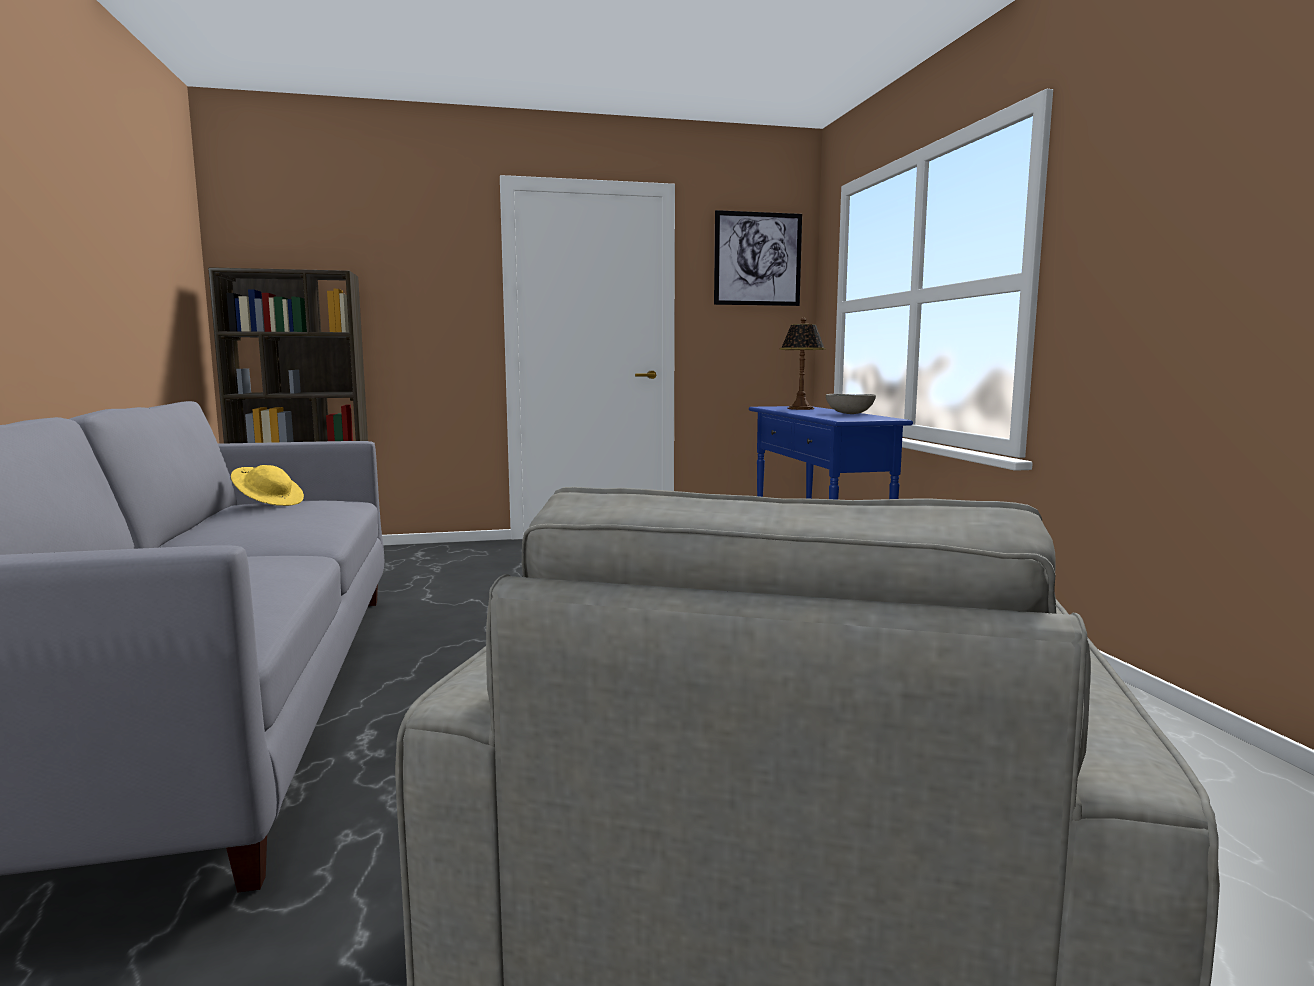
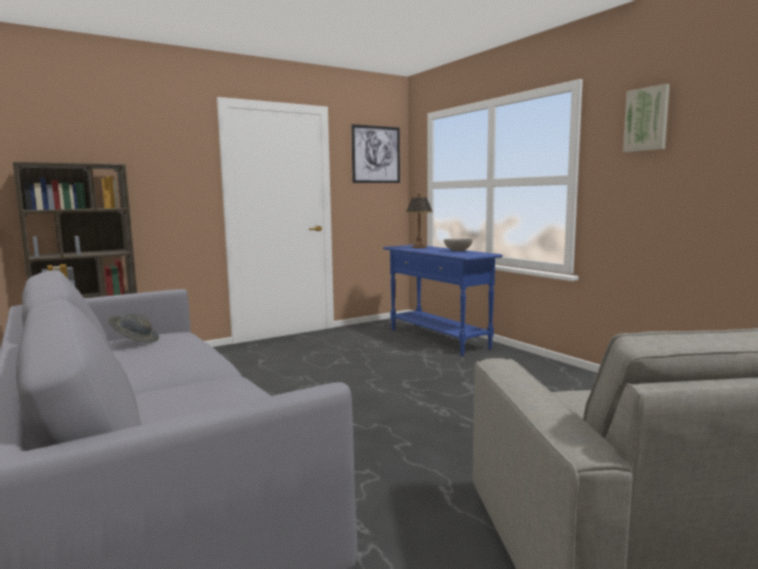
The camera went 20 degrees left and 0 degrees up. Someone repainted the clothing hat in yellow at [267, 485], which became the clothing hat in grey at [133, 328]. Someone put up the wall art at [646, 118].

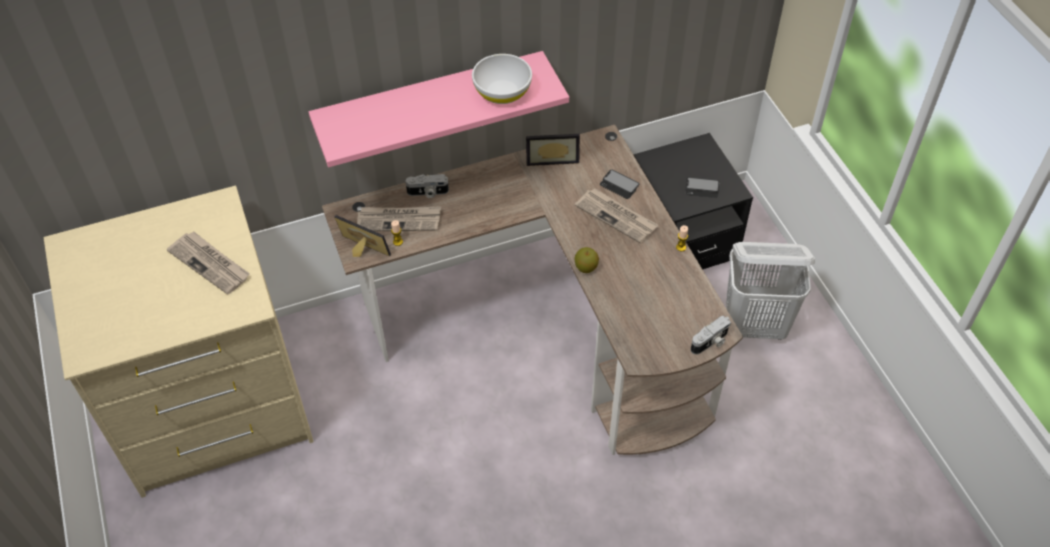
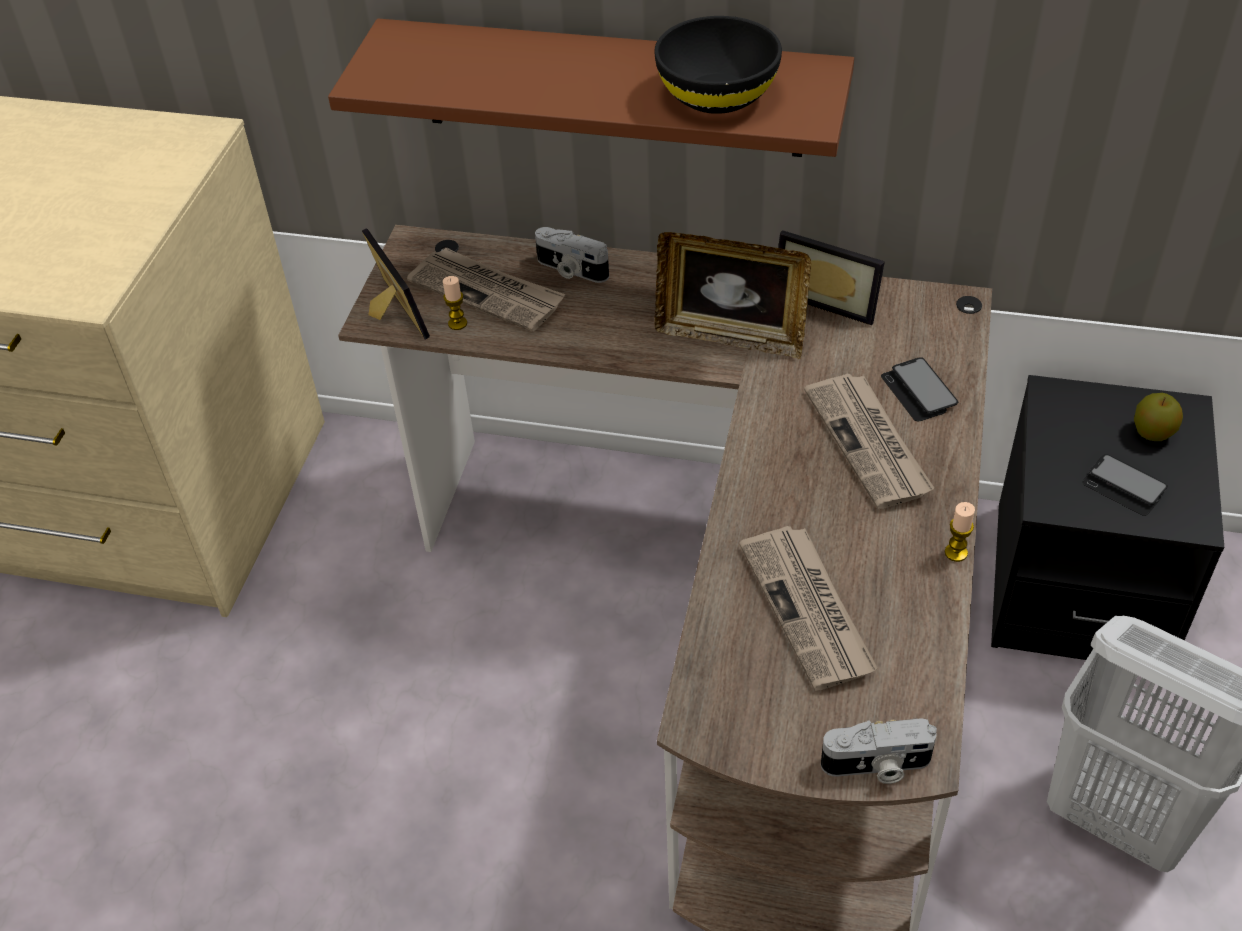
The camera went 35 degrees right and 5 degrees down. Someone repainted the shelf in pink at [439, 109], which became the shelf in brownish at [591, 88]. Someone repainted the serving bowl in white-coloured at [502, 79], which became the serving bowl in blackish at [718, 65]. Someone put down the photo frame at [732, 295]. Someone carried the printed paper from [208, 263] to [808, 608]. Someone carried the apple from [586, 260] to [1158, 417].

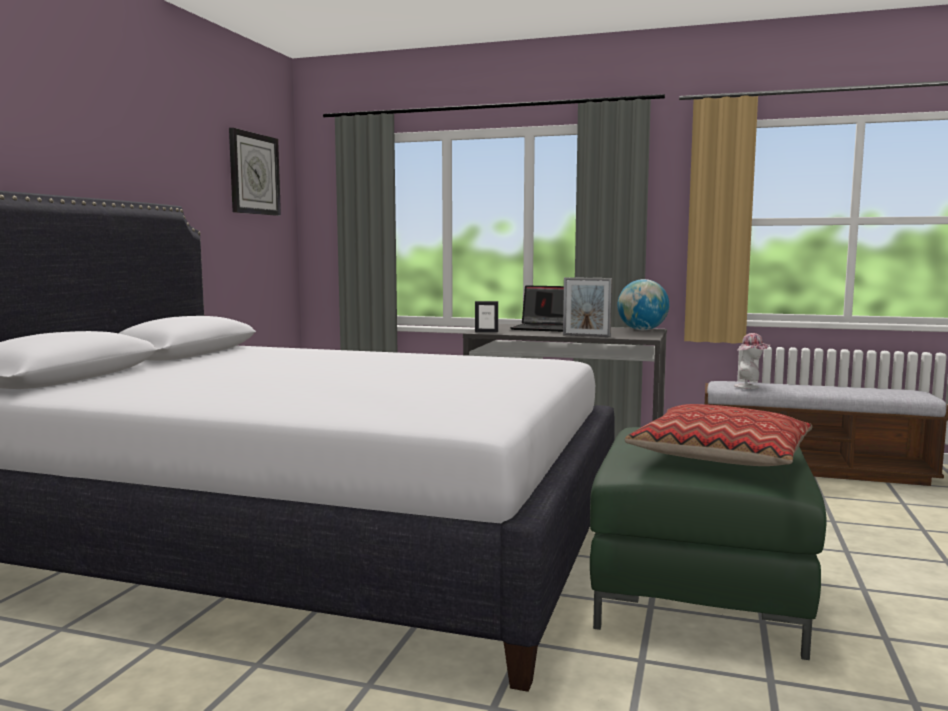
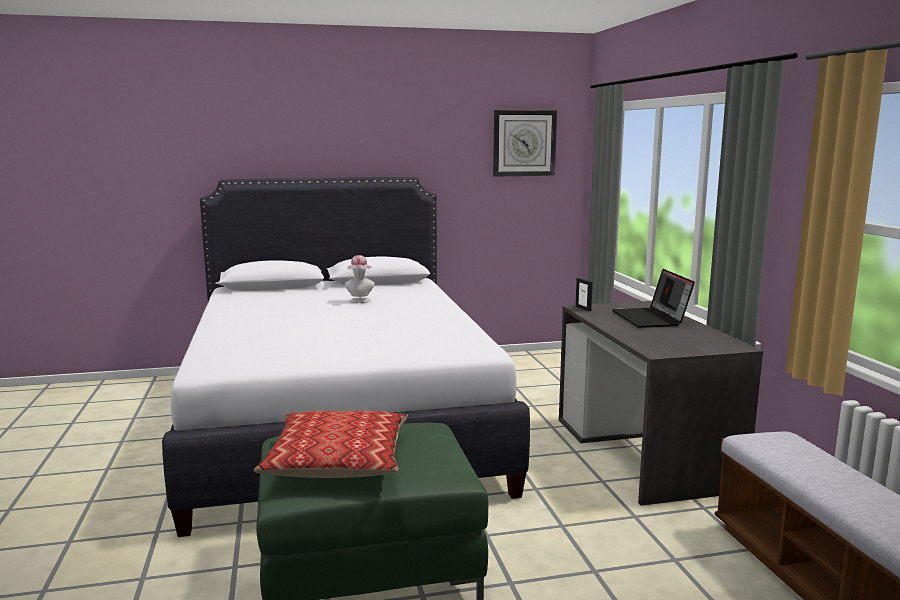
The camera went 60 degrees right and 5 degrees up. Someone carried the clothing hat from [752, 361] to [360, 279]. Someone took away the photo frame at [587, 307]. Someone took away the globe at [643, 304].

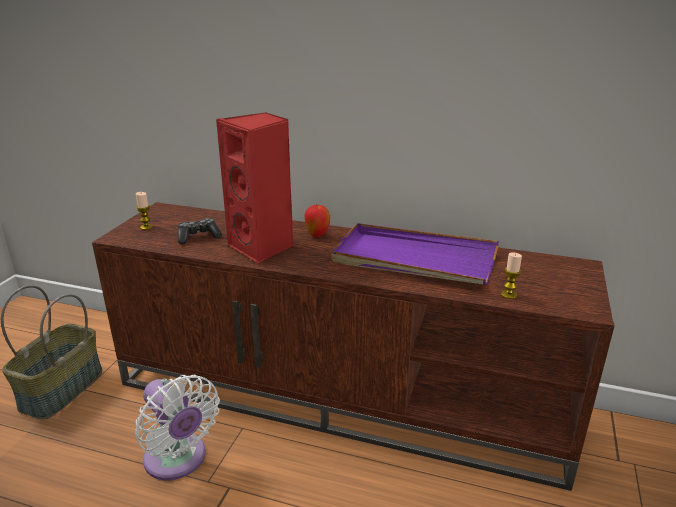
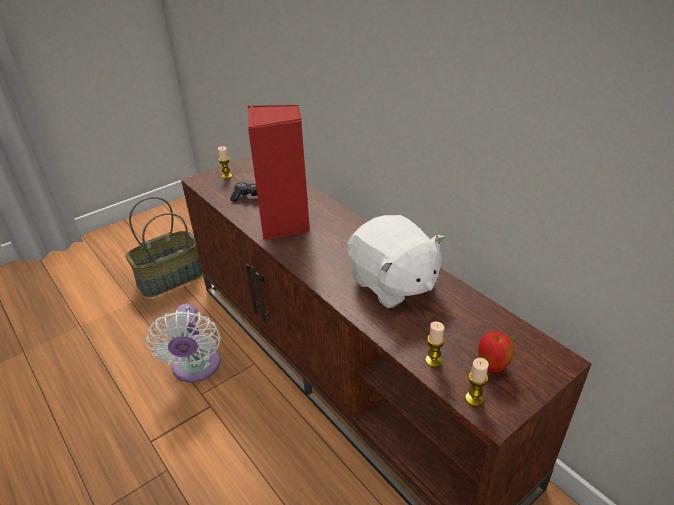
The camera went 35 degrees right and 10 degrees up. Someone swapped the serving tray in purple at [415, 254] for the plush toy in white-coloured at [396, 261]. Someone put down the wax candle at [477, 382]. Someone carried the apple from [317, 220] to [496, 352].

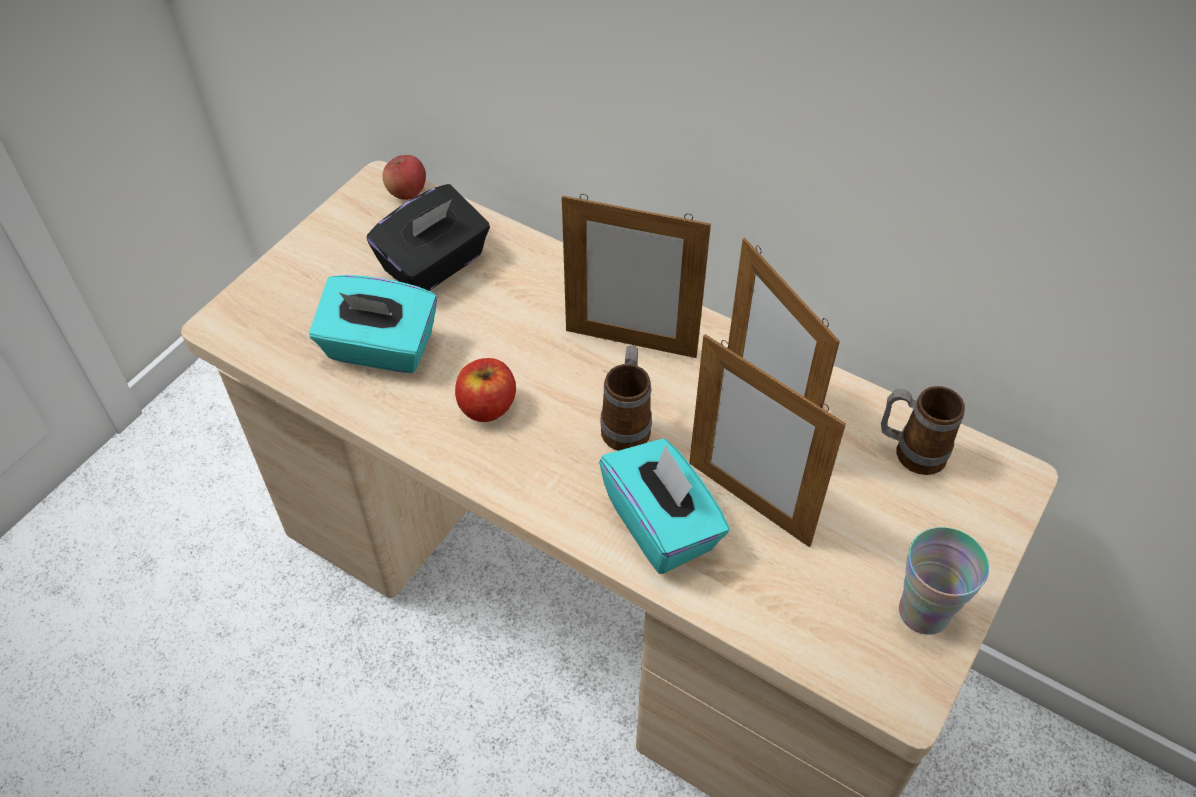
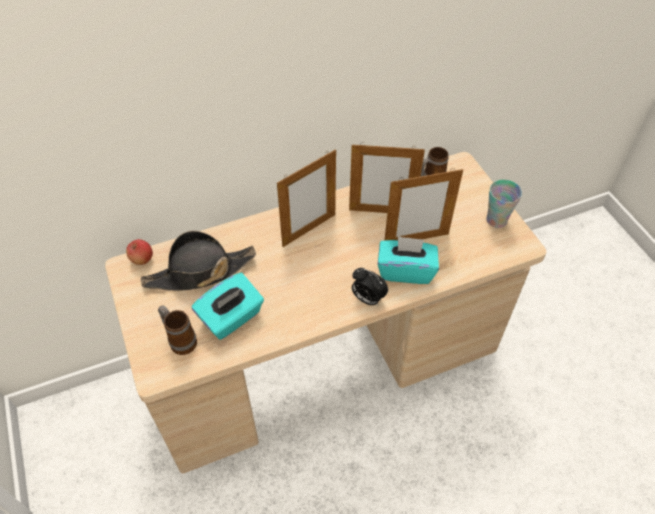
The camera went 55 degrees left and 0 degrees up. Someone swapped the tissue holder in blackish at [428, 237] for the clothing hat in blackish at [198, 261]. Someone carried the mug from [626, 398] to [177, 330]. Someone put down the table clock at [370, 287]. Someone took away the apple at [485, 390].

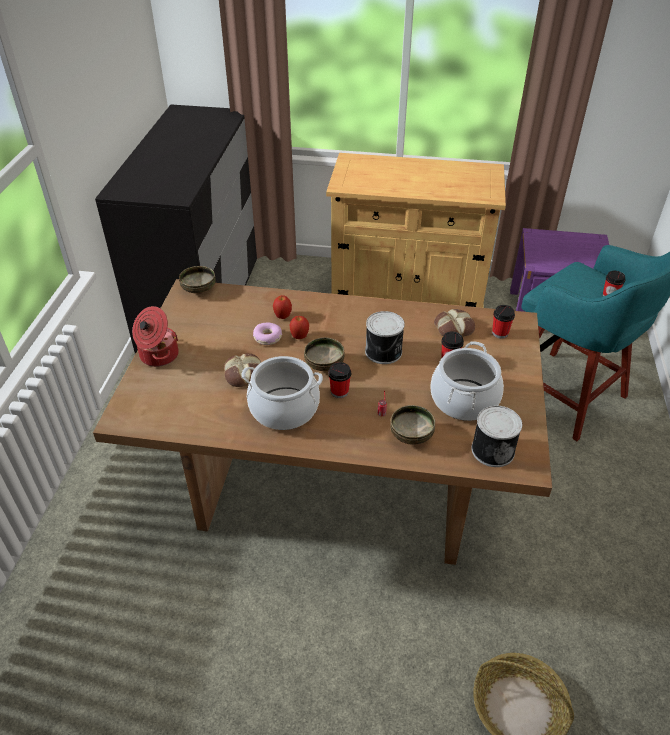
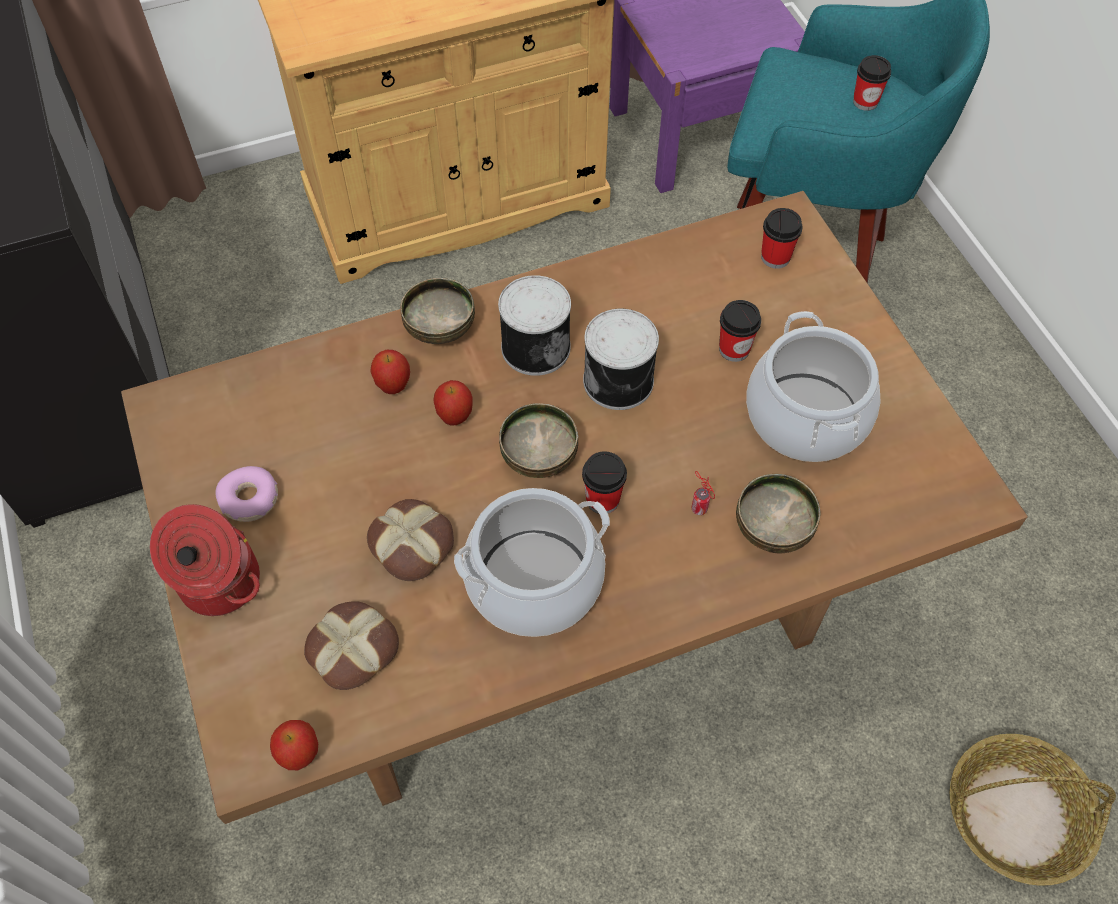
The camera went 30 degrees left and 15 degrees up. Someone carried the ring doughnut from [267, 334] to [246, 494]. Someone put down the apple at [294, 745]. Someone carried the bakery bread from [454, 323] to [351, 646]. Someone carried the serving bowl from [197, 280] to [437, 311]. Someone carried the sealed can from [497, 436] to [534, 325].

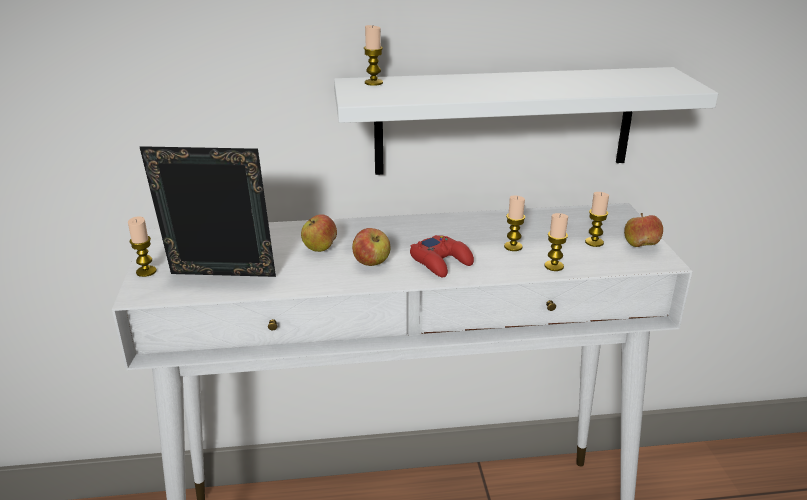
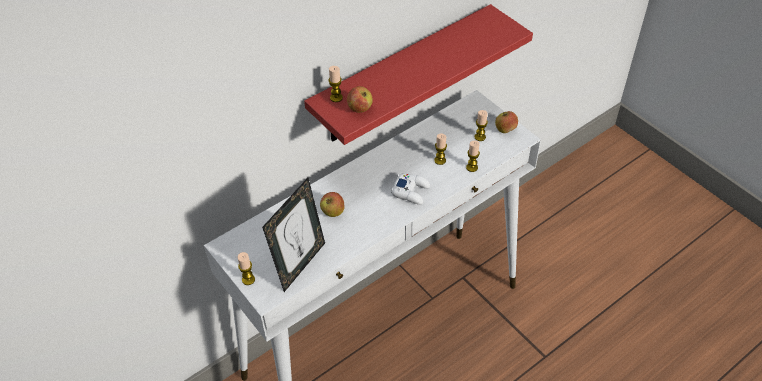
The camera went 30 degrees left and 20 degrees up. Someone rotated the photo frame at [207, 211] by 150 degrees clockwise. Someone repainted the shelf in white-coloured at [526, 121], which became the shelf in red at [418, 74]. Someone carried the apple from [371, 247] to [360, 99]. Someone repainted the game controller in red at [442, 256], which became the game controller in white-coloured at [410, 189].

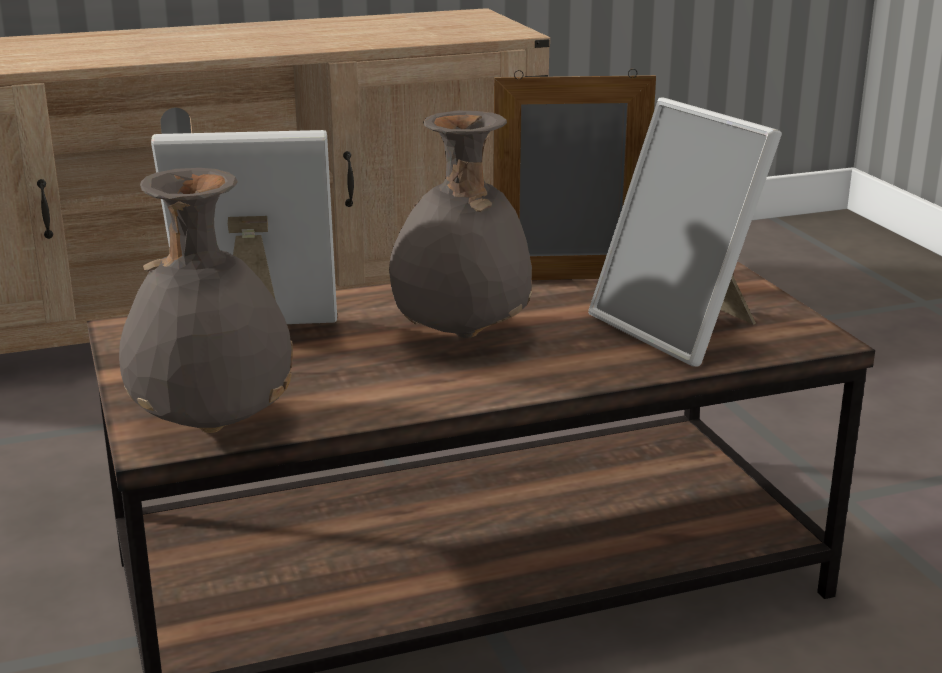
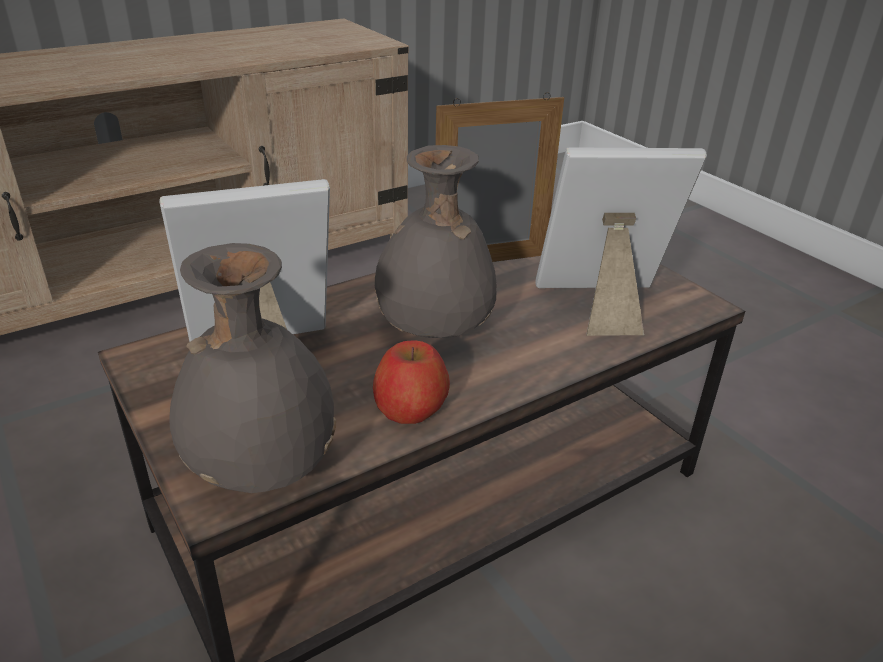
The camera went 15 degrees left and 10 degrees up. Someone put down the apple at [411, 382]. Someone rotated the photo frame at [685, 232] by 135 degrees clockwise.

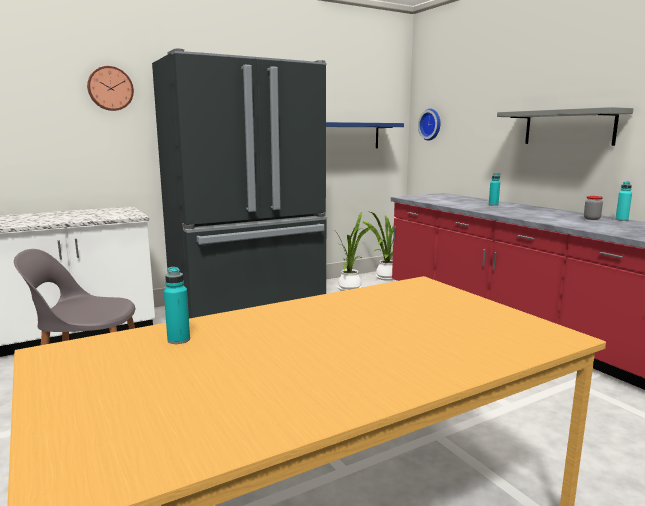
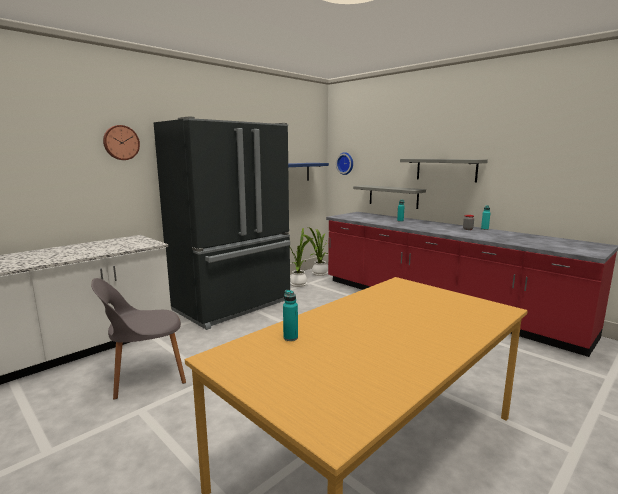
The camera went 15 degrees left and 0 degrees up. Someone put up the shelf in grey at [389, 197].

